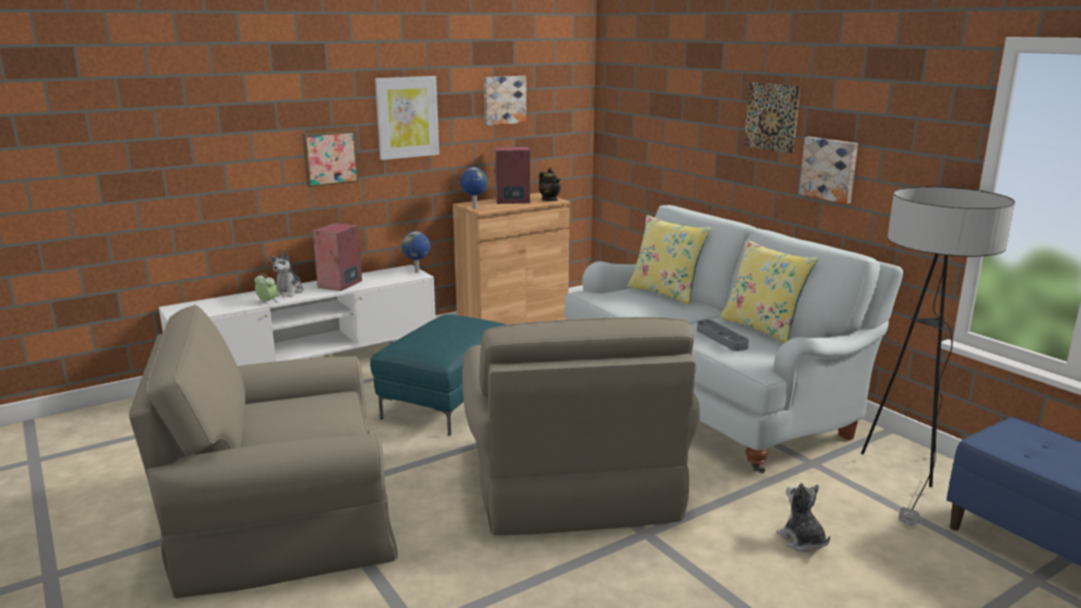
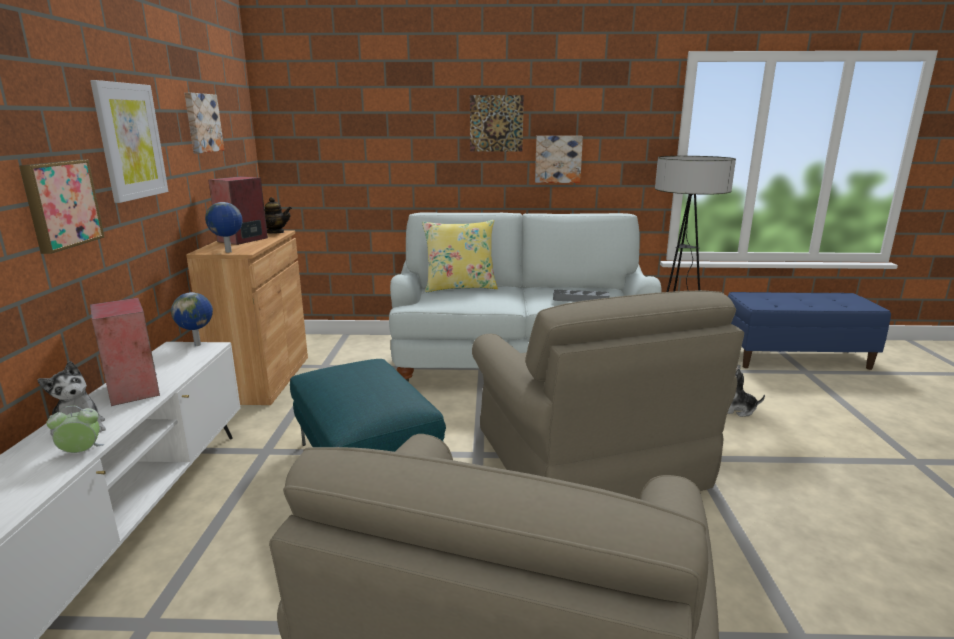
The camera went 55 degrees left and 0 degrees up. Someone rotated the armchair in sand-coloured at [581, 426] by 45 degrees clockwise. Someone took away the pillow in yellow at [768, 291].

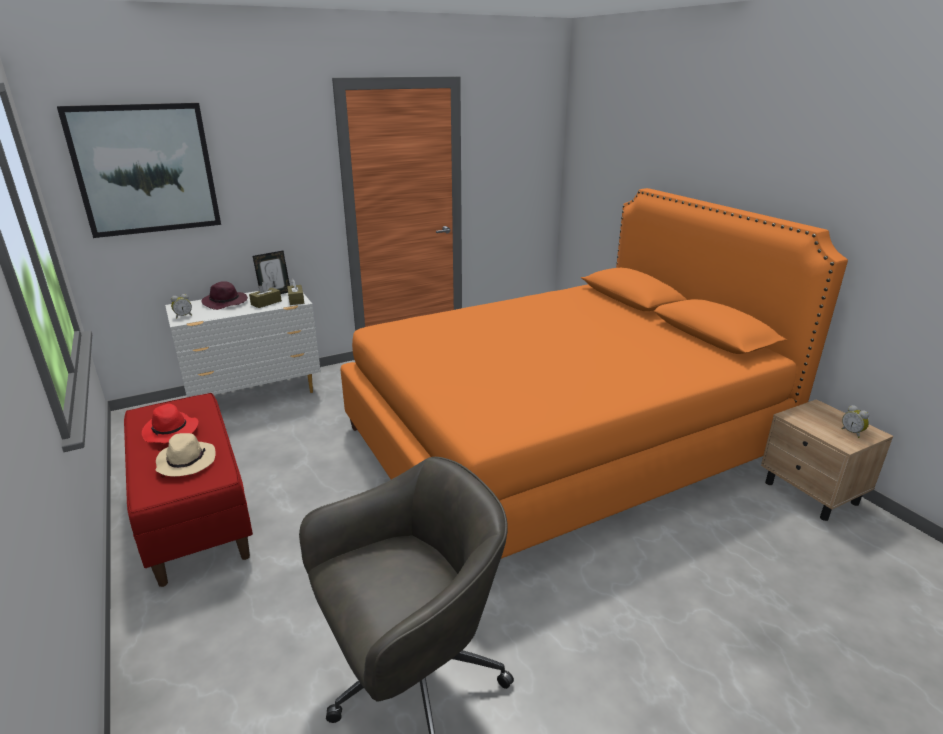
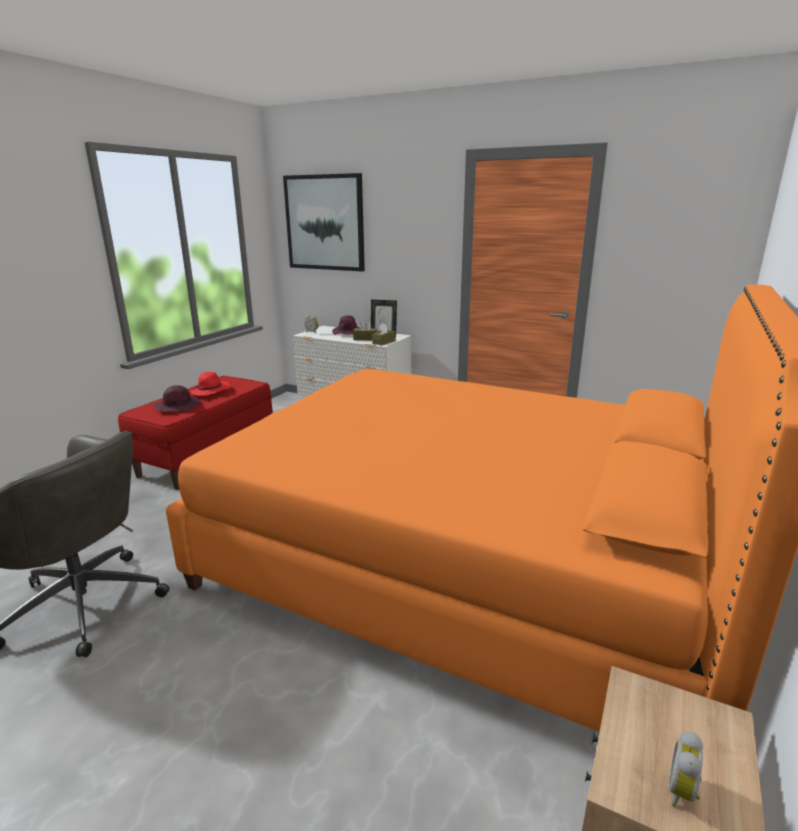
The camera went 55 degrees right and 5 degrees down. Someone repainted the clothing hat in sand-coloured at [186, 454], which became the clothing hat in purple at [177, 398].

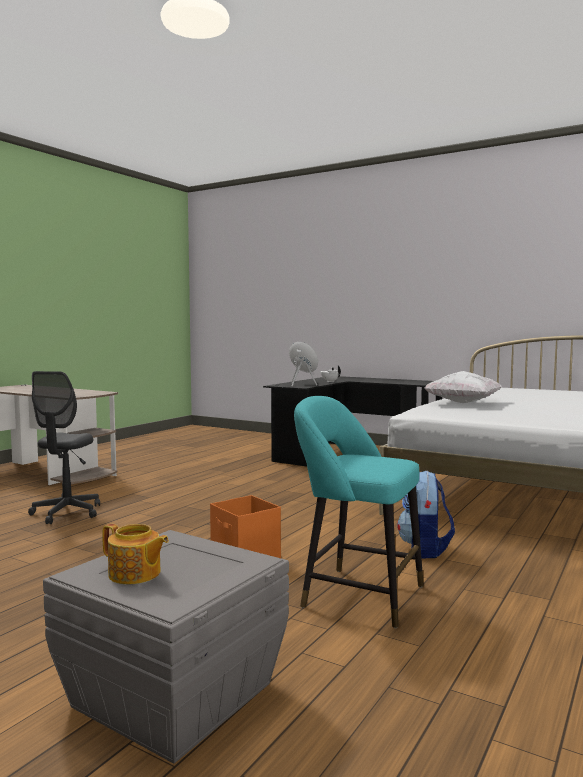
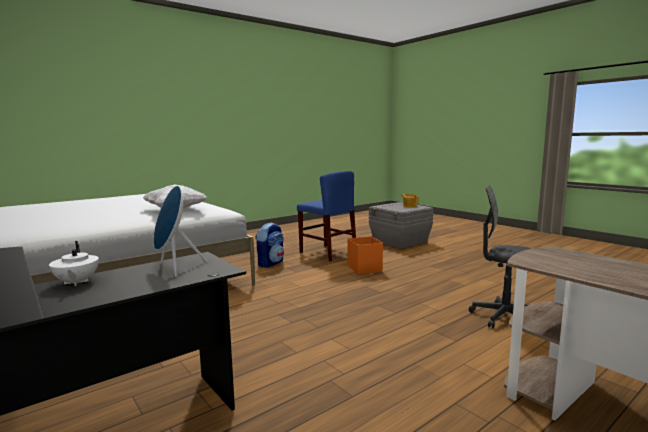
The camera went 160 degrees left and 5 degrees up. Someone swapped the stool in turquoise at [359, 512] for the upright chair in blue at [326, 216]. Someone rotated the desk chair in grey at [64, 447] by 90 degrees counterclockwise.

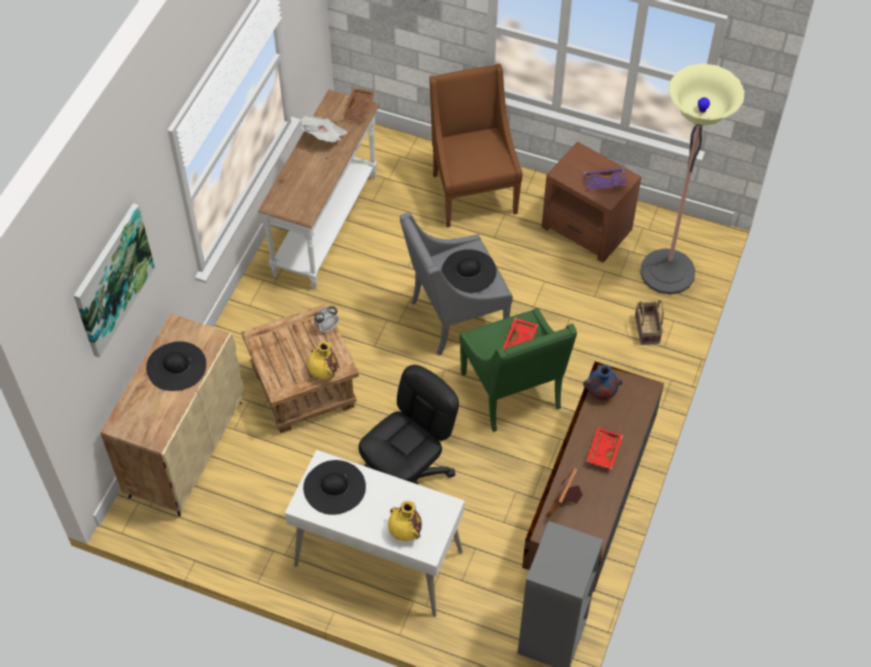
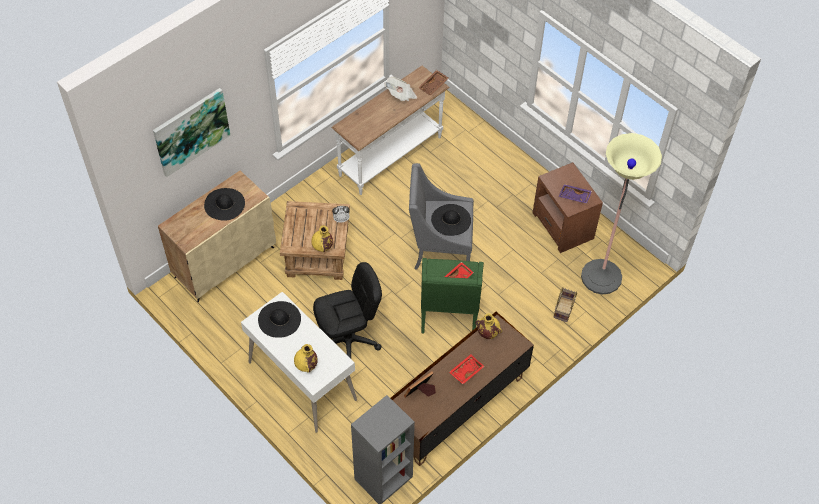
The camera went 25 degrees right and 0 degrees up. Someone repainted the flower vase in blue at [602, 382], which became the flower vase in yellow at [488, 326]. Someone took away the armchair in brownish at [476, 145].

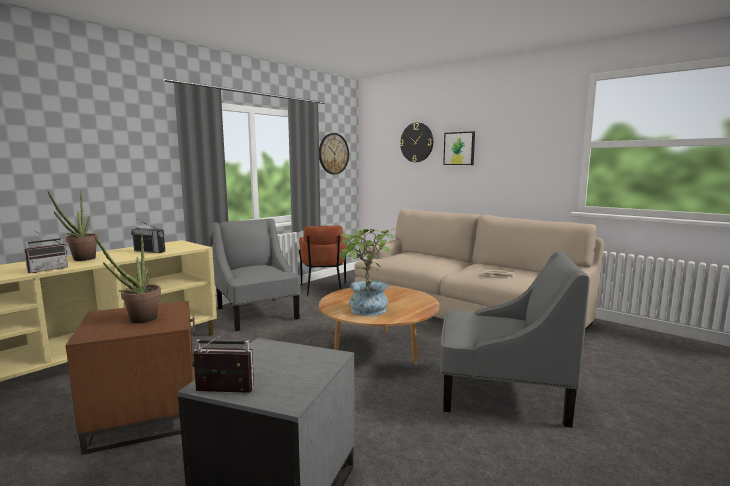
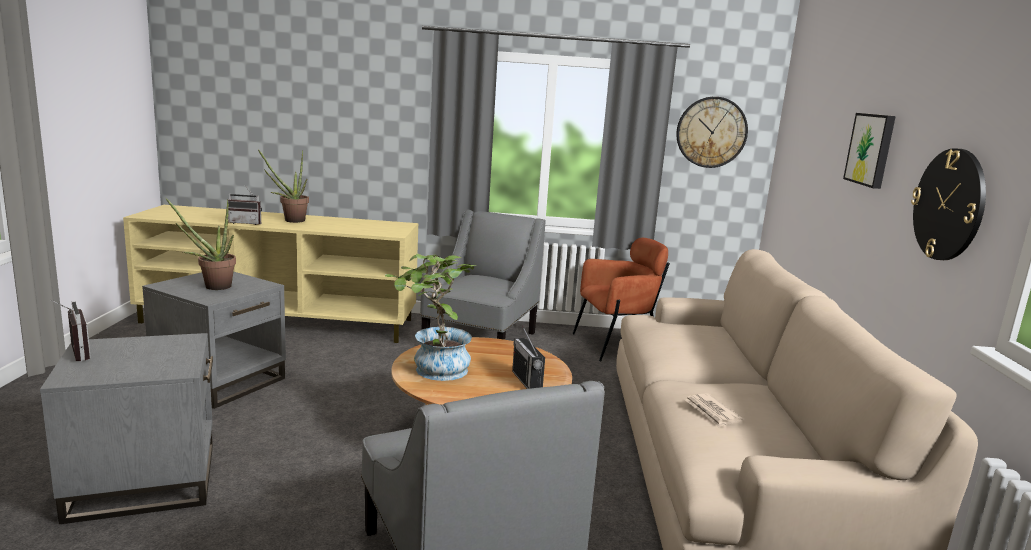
The camera went 50 degrees right and 5 degrees up. Someone repainted the end table in brownish at [130, 378], which became the end table in grey at [214, 340]. Someone carried the radio set from [148, 236] to [528, 357]. Someone rotated the armchair in brownish at [322, 260] by 150 degrees counterclockwise. Someone carried the clock on the wall from [416, 142] to [948, 204].

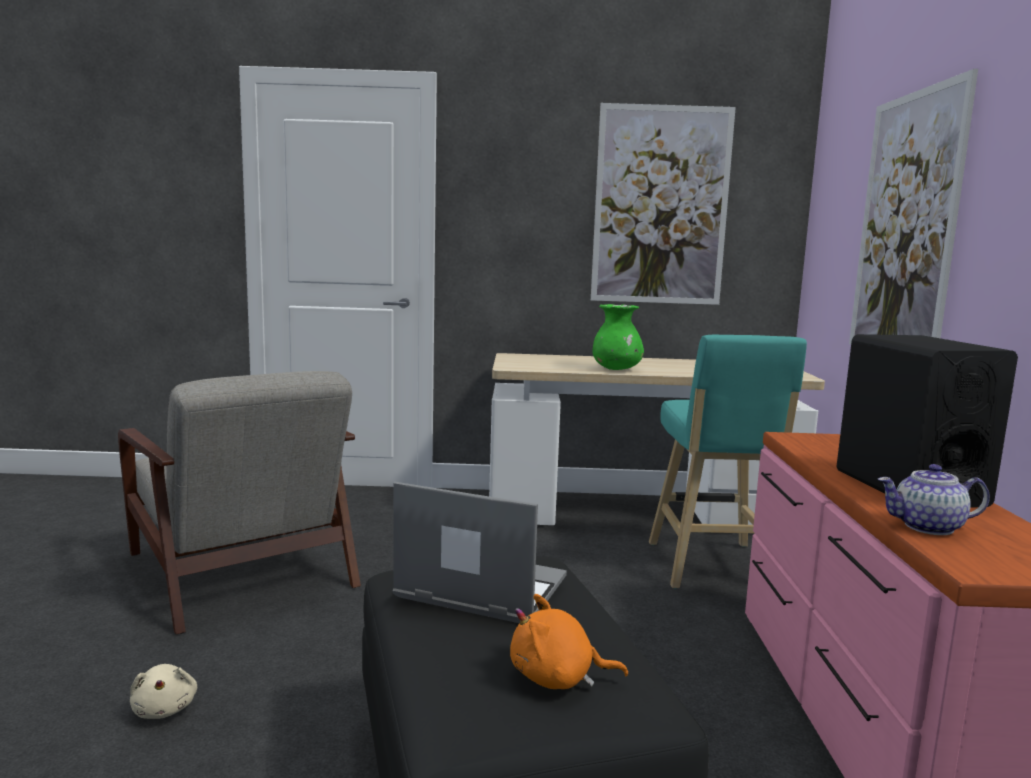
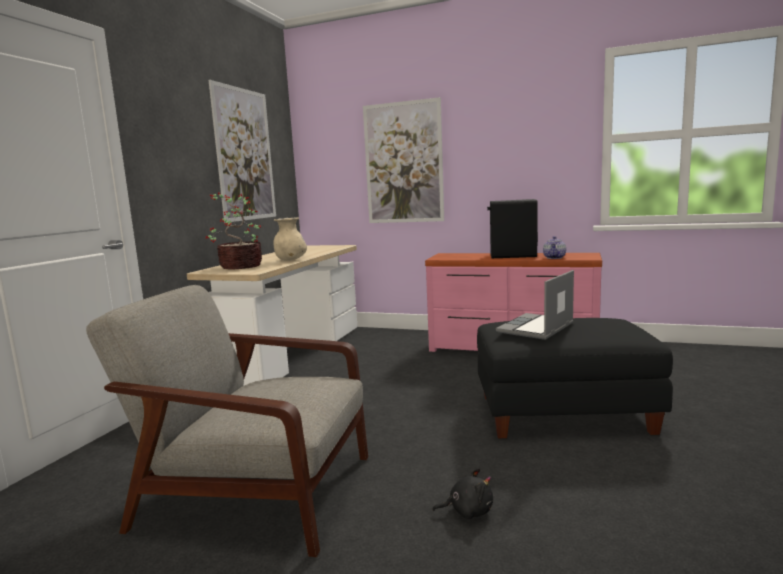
The camera went 70 degrees left and 0 degrees up. Someone rotated the armchair in grey at [239, 502] by 150 degrees counterclockwise. Someone put down the plant in a pot at [234, 230]. Someone repainted the flower vase in green-coloured at [618, 337], which became the flower vase in sand-coloured at [290, 239]. Someone repainted the plush toy in sand-coloured at [163, 691], which became the plush toy in blackish at [462, 493]. Someone took away the plush toy in orange-coloured at [569, 641]. Someone took away the stool in turquoise at [728, 462].

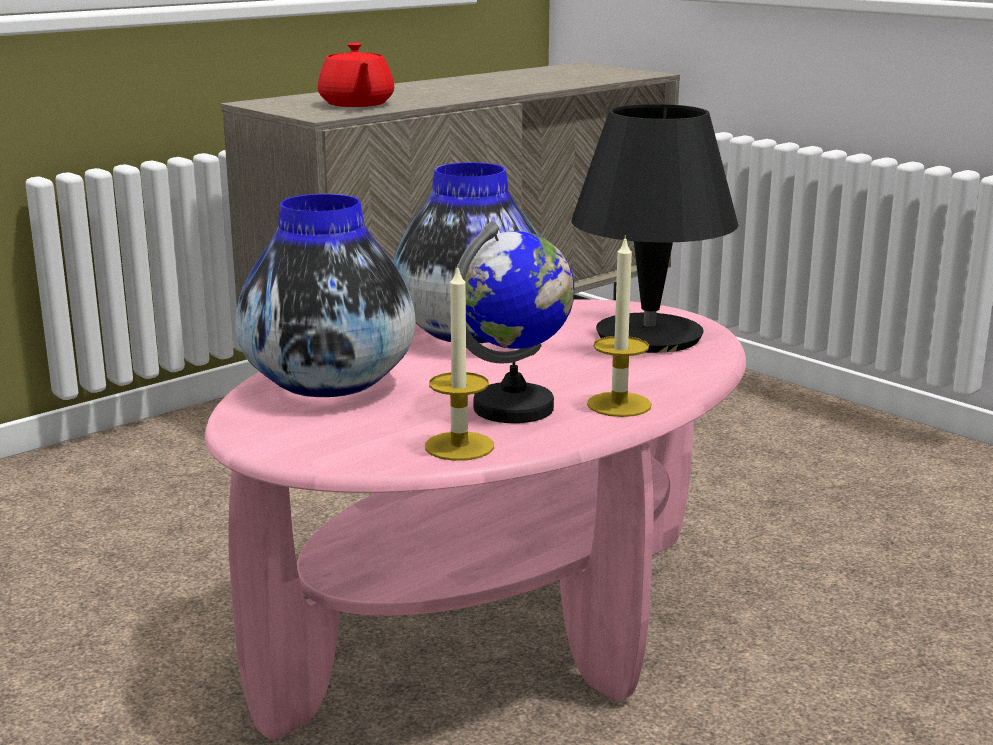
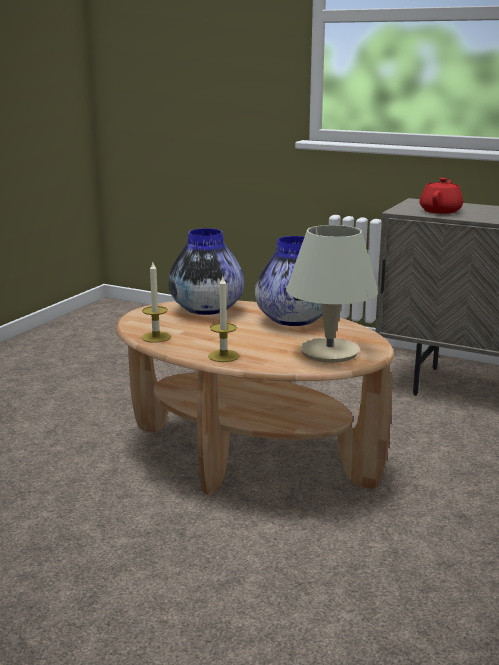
The camera went 70 degrees right and 0 degrees up. Someone repainted the lounge table in pink at [475, 519], which became the lounge table in brownish at [255, 398]. Someone repainted the table lamp in blackish at [654, 228], which became the table lamp in sand-coloured at [332, 294]. Someone rotated the pot for tea in red at [356, 75] by 150 degrees clockwise. Someone took away the globe at [512, 322].

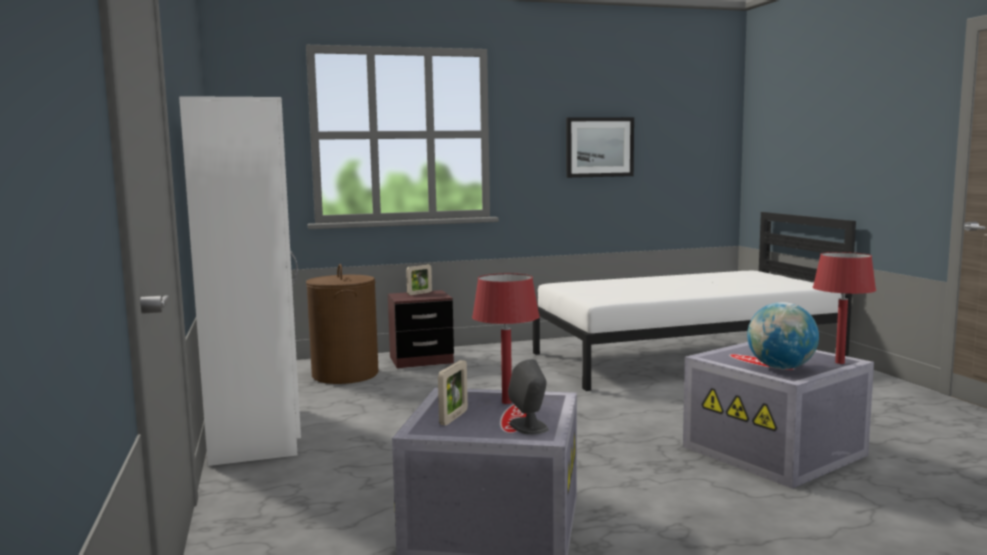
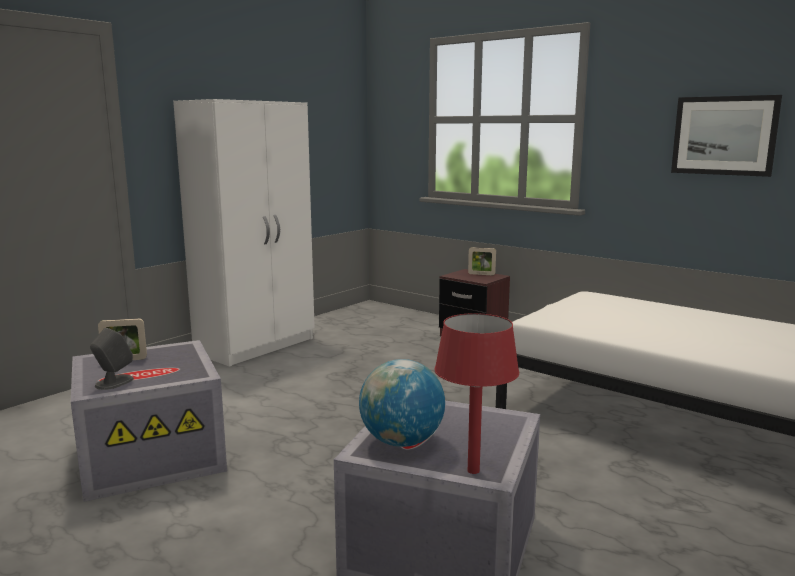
The camera went 55 degrees right and 5 degrees up. Someone took away the laundry basket in brownish at [342, 324]. Someone took away the table lamp in red at [506, 338].

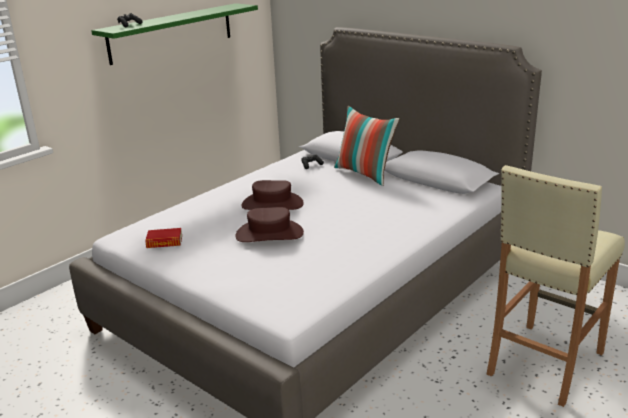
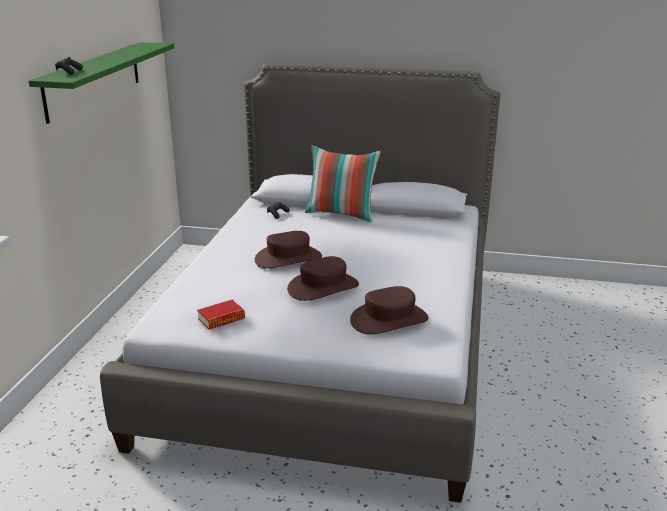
The camera went 30 degrees left and 0 degrees up. Someone put down the clothing hat in brownish at [389, 310]. Someone took away the stool in sand-coloured at [556, 286].

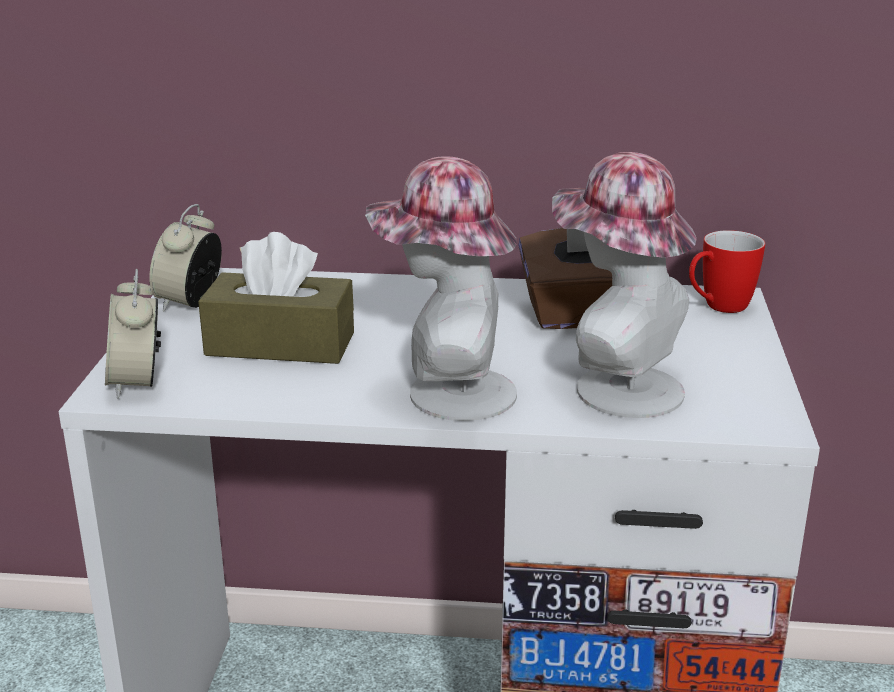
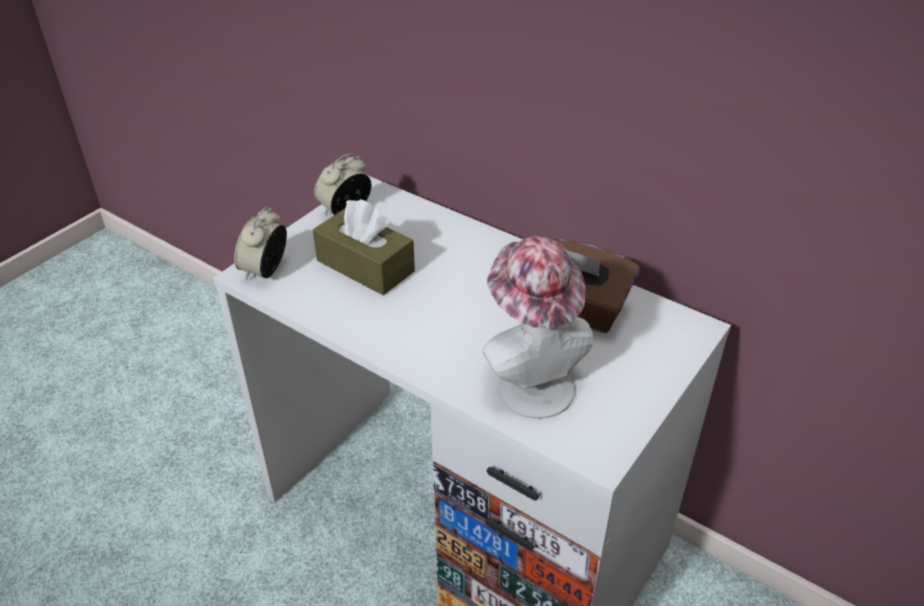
The camera went 30 degrees right and 15 degrees up. Someone took away the clothing hat at [441, 288]. Someone took away the mug at [727, 271].

